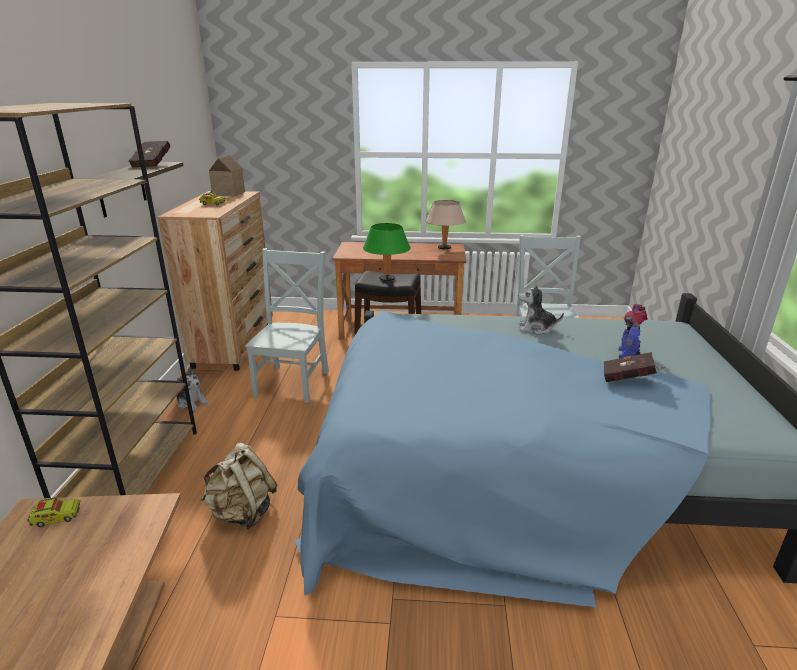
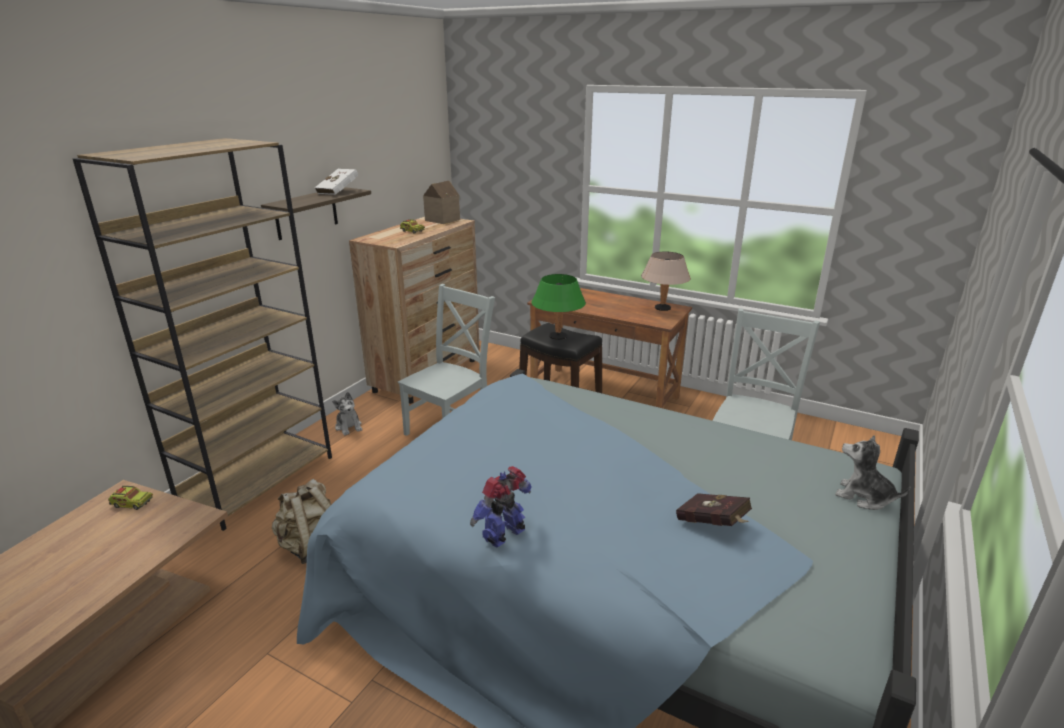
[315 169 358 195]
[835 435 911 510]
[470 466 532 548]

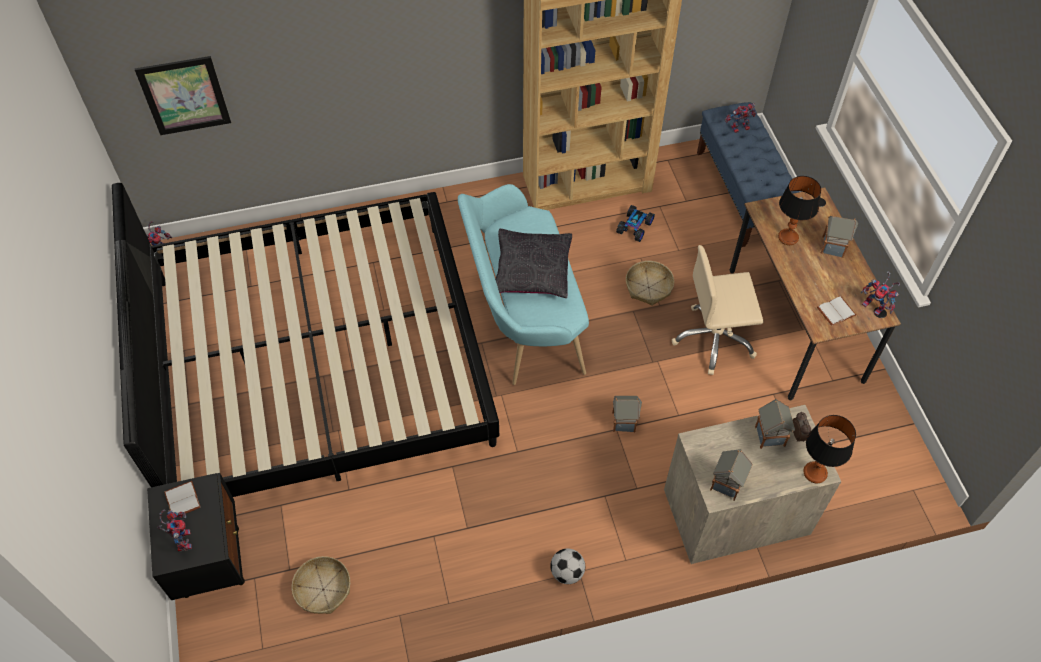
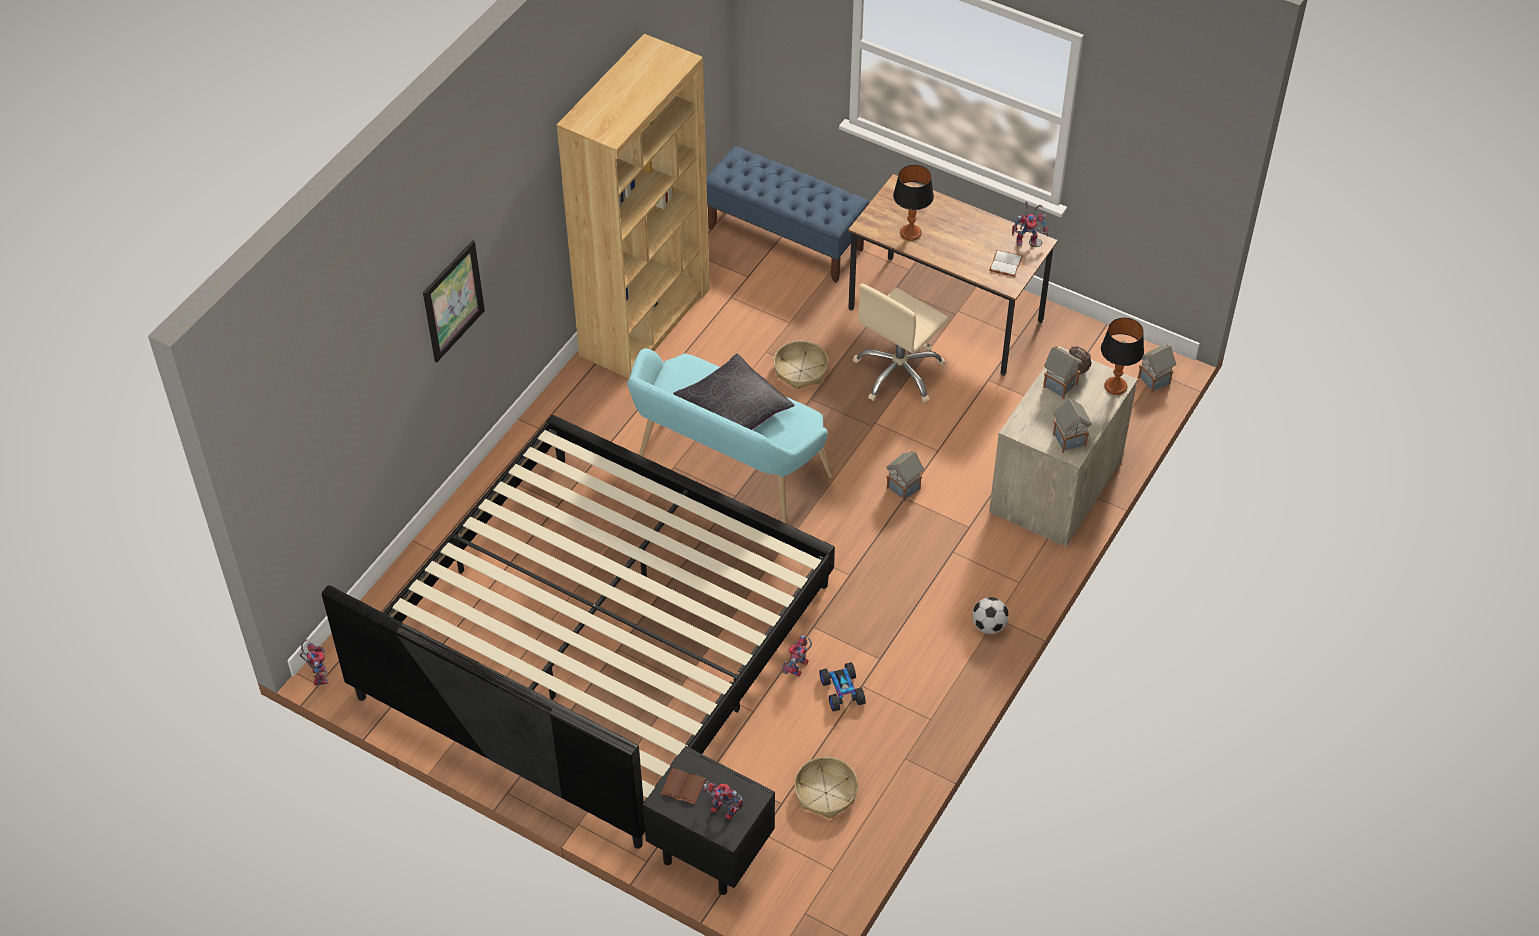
[423 240 485 362]
[782 634 812 676]
[819 662 866 712]
[1138 344 1176 393]
[661 768 706 804]

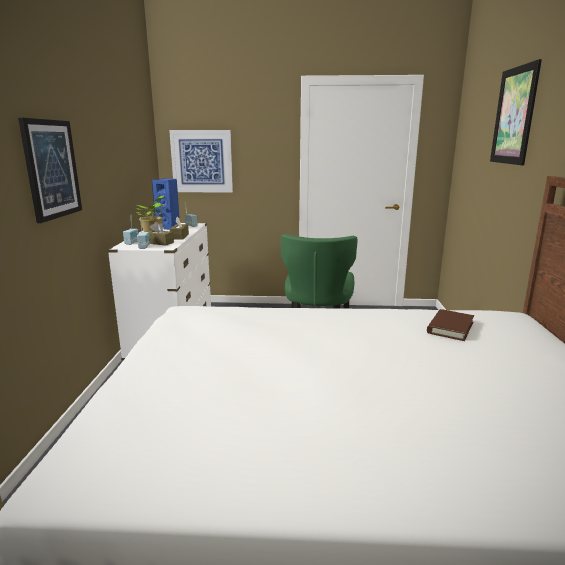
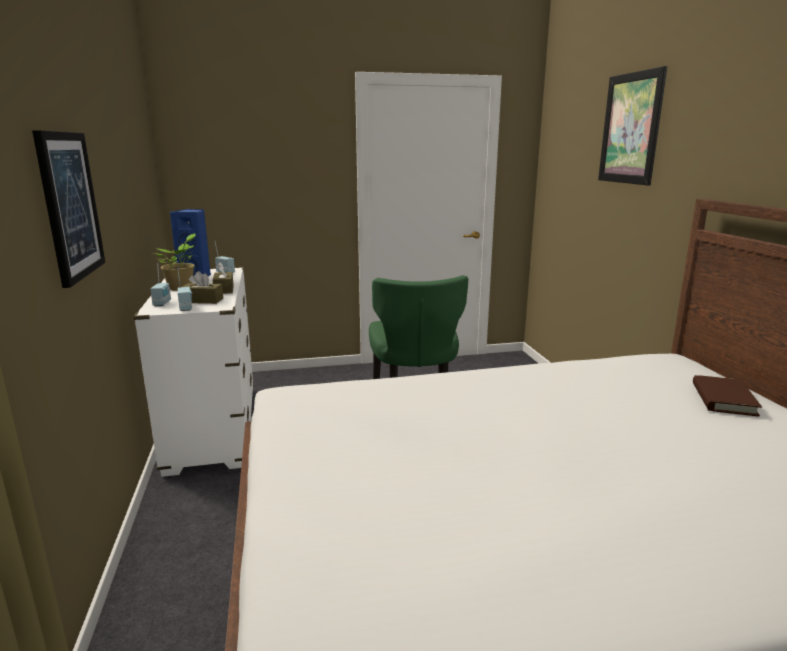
[169 130 233 193] (first image)
[693 375 762 417]

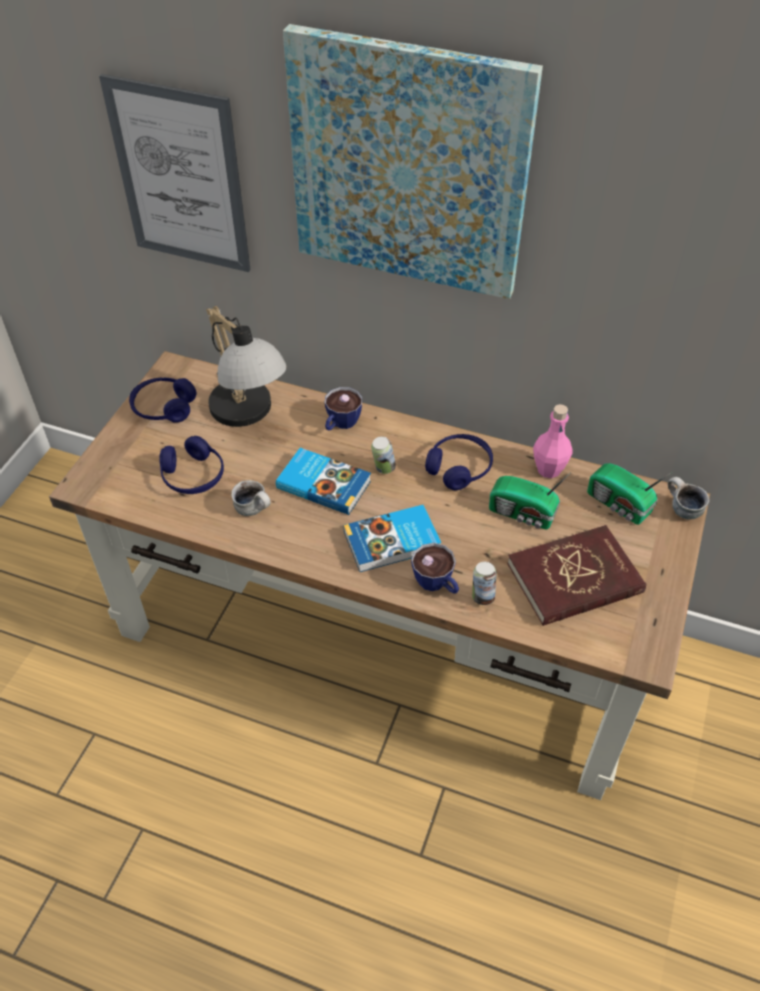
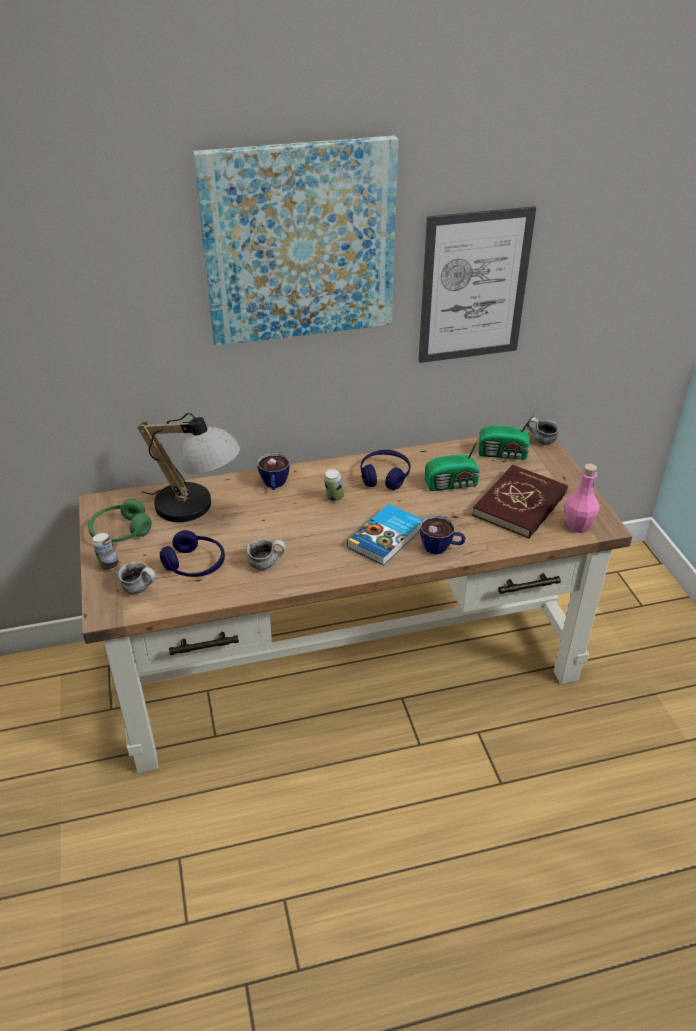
[419 206 536 363]
[88 499 152 542]
[565 464 600 533]
[276 448 371 515] (first image)
[92 533 119 570]
[118 562 156 594]

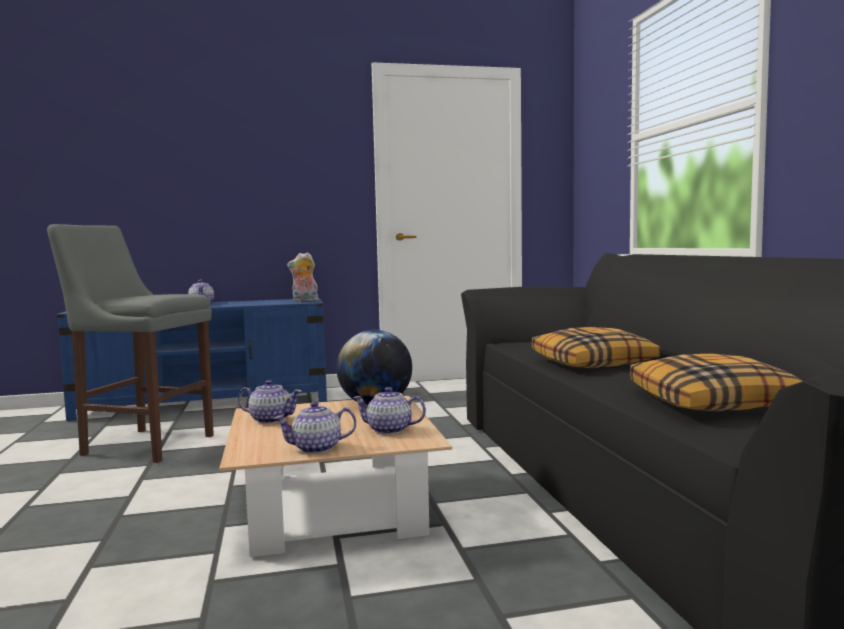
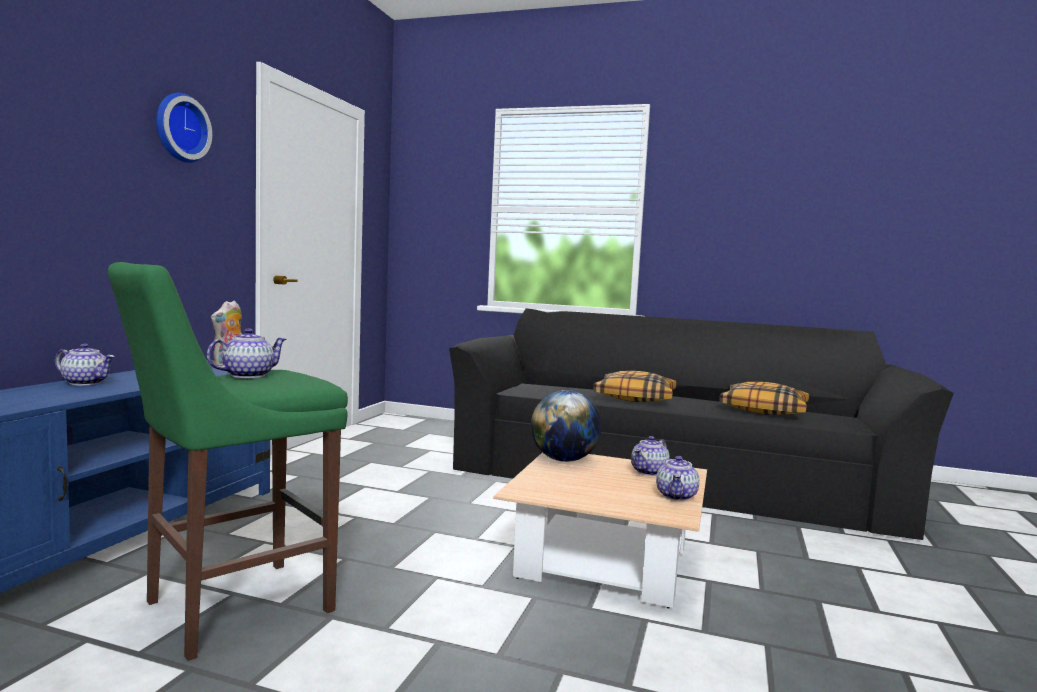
[108 262 348 661]
[207 329 286 378]
[156 93 212 163]

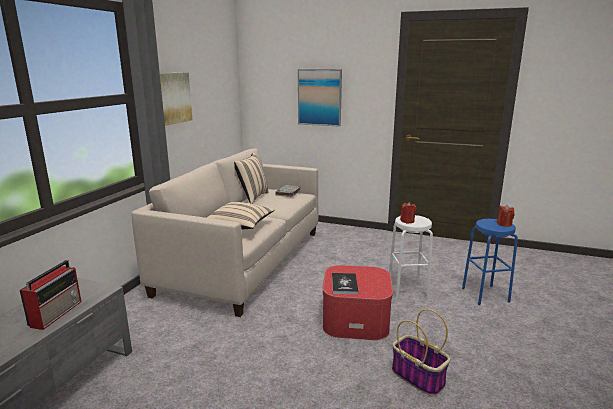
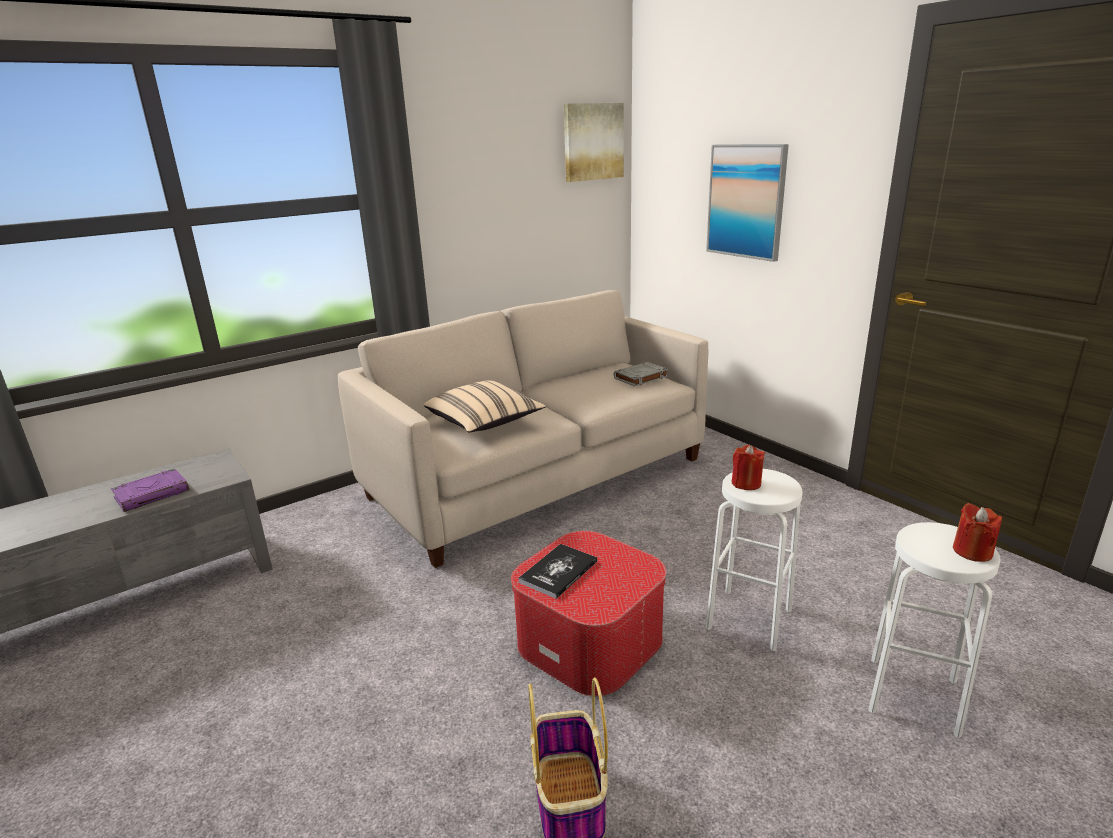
[564 103 624 182]
[234 153 269 204] (first image)
[868 522 1001 738]
[111 468 189 512]

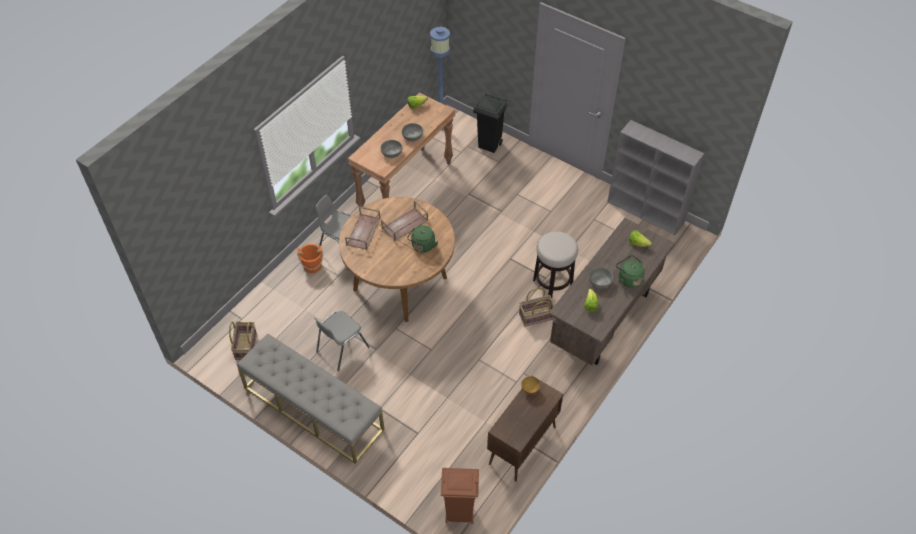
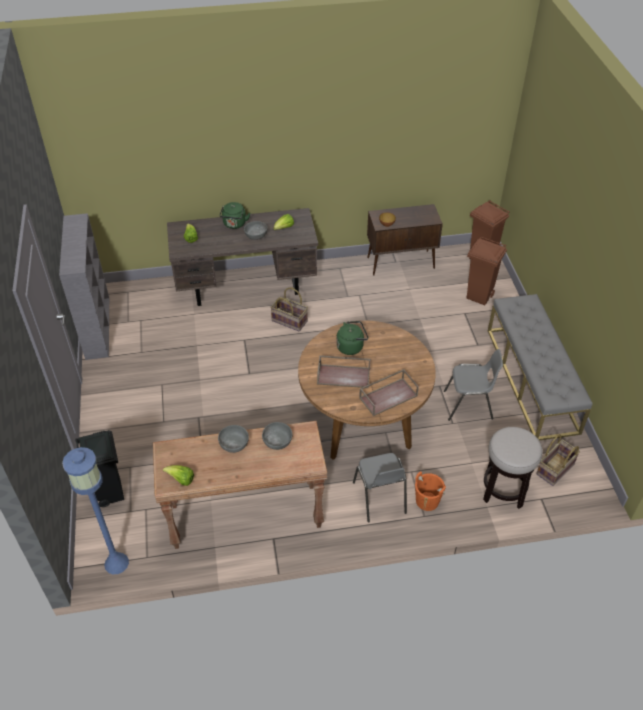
[483 427 543 509]
[466 236 507 305]

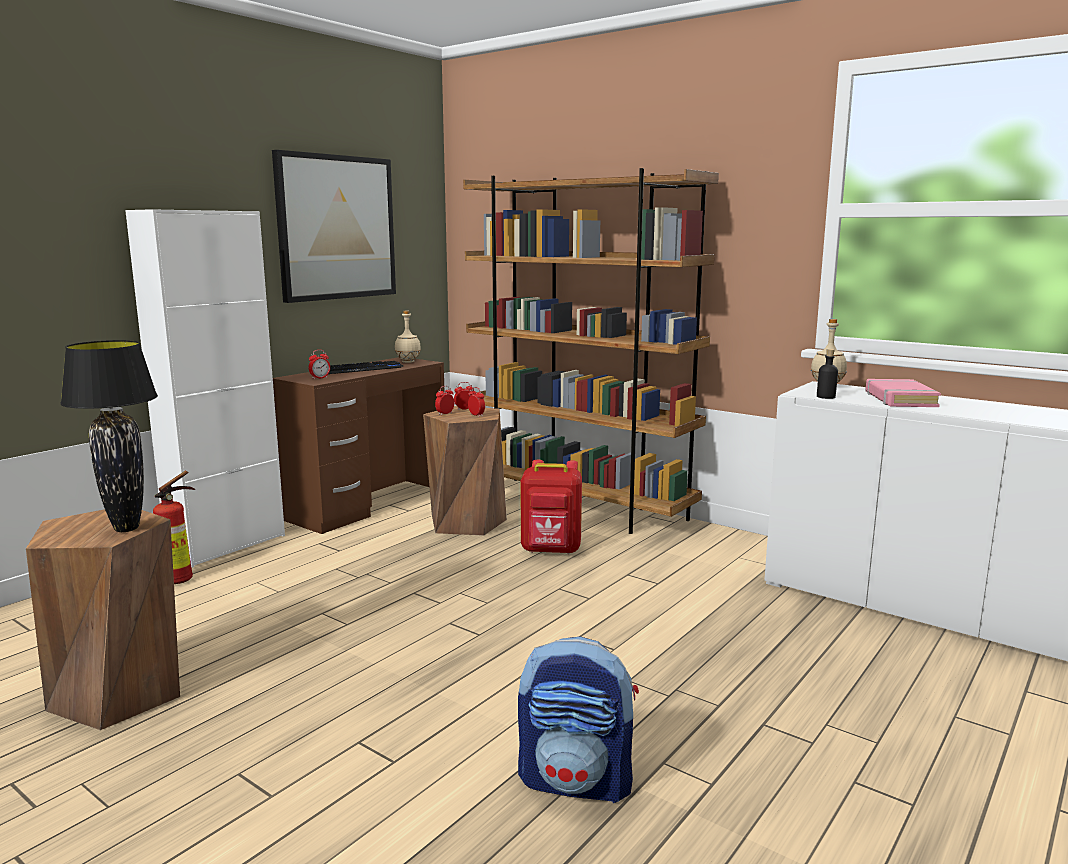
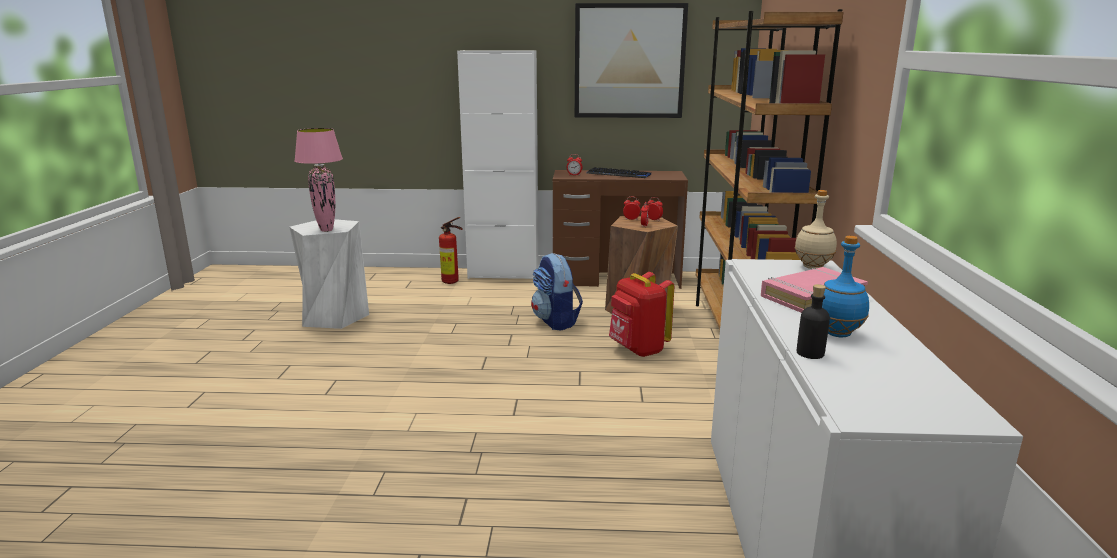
[395 311 421 363] (first image)
[294 128 343 232]
[797 284 830 359]
[289 219 369 329]
[531 253 583 330]
[822 236 869 337]

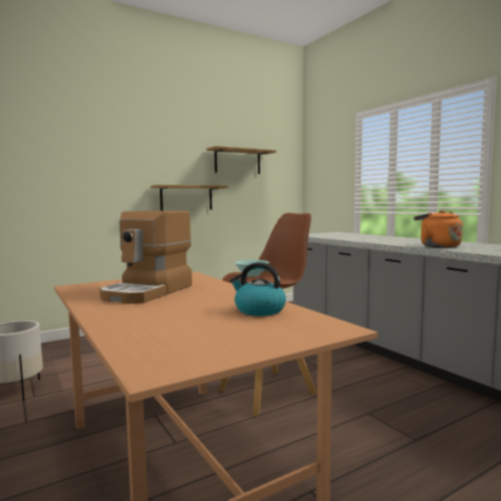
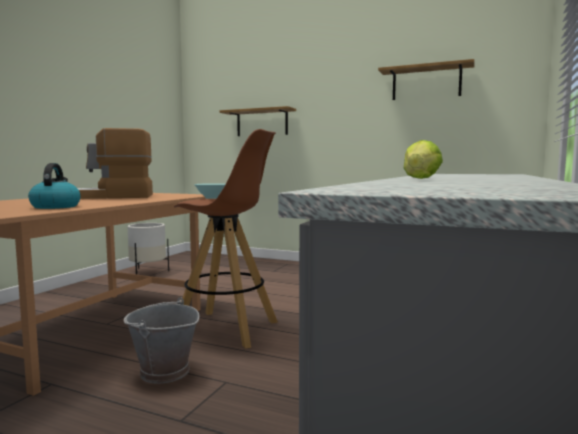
[219 106 296 136]
[404 140 443 179]
[123 297 199 384]

